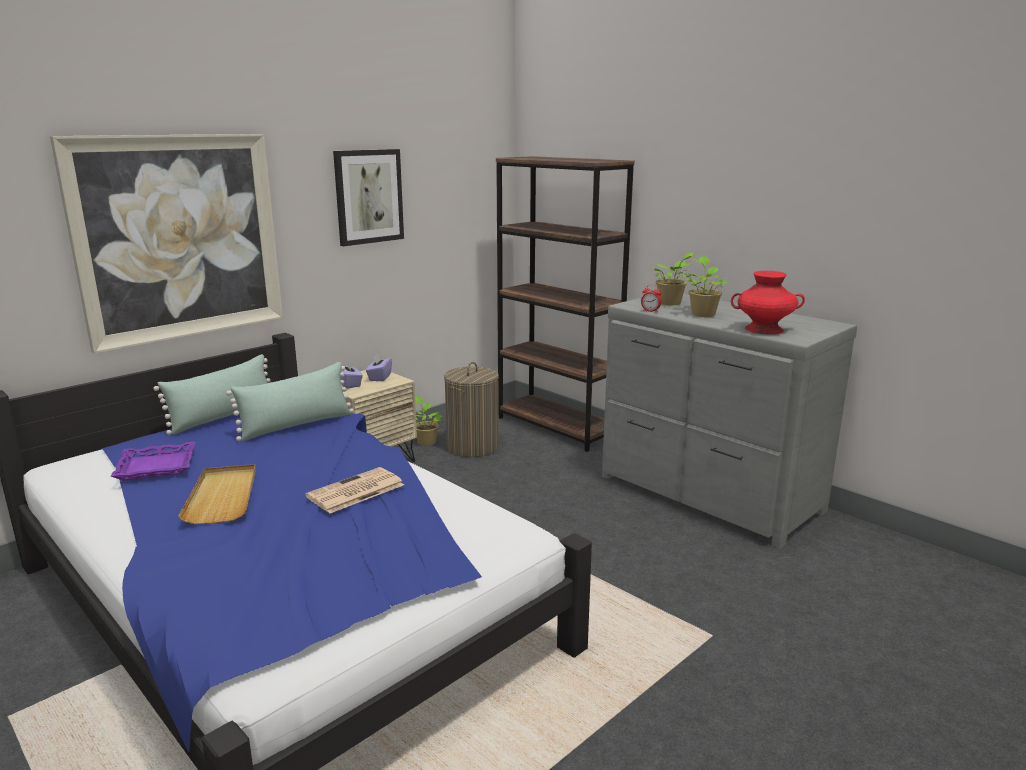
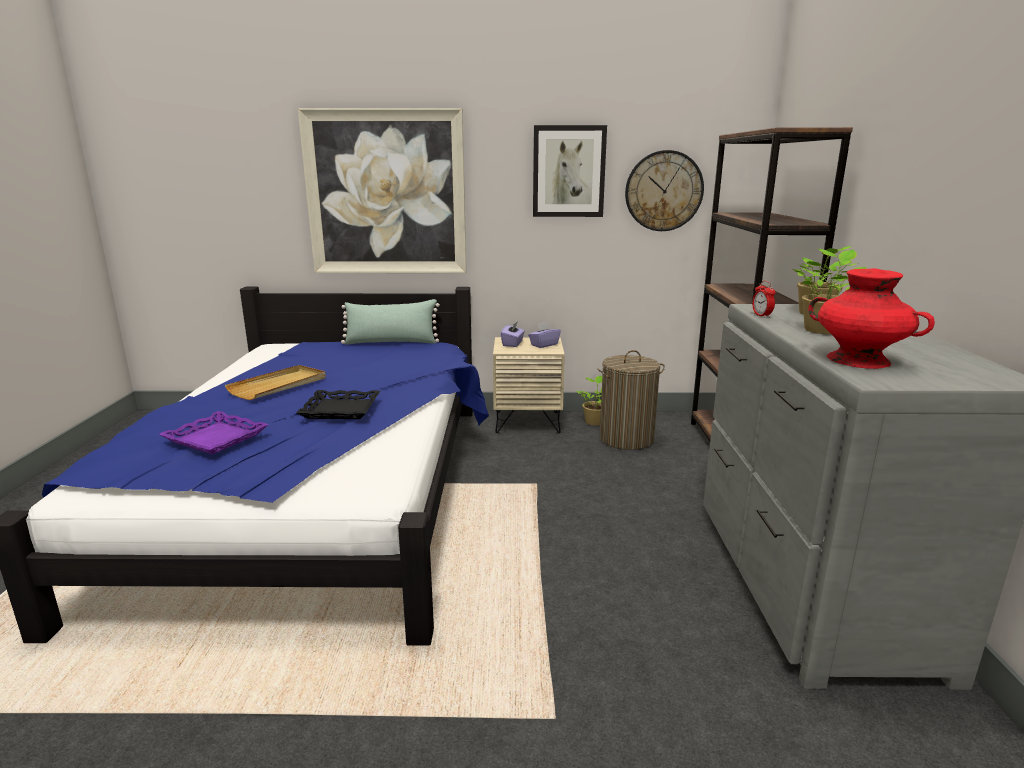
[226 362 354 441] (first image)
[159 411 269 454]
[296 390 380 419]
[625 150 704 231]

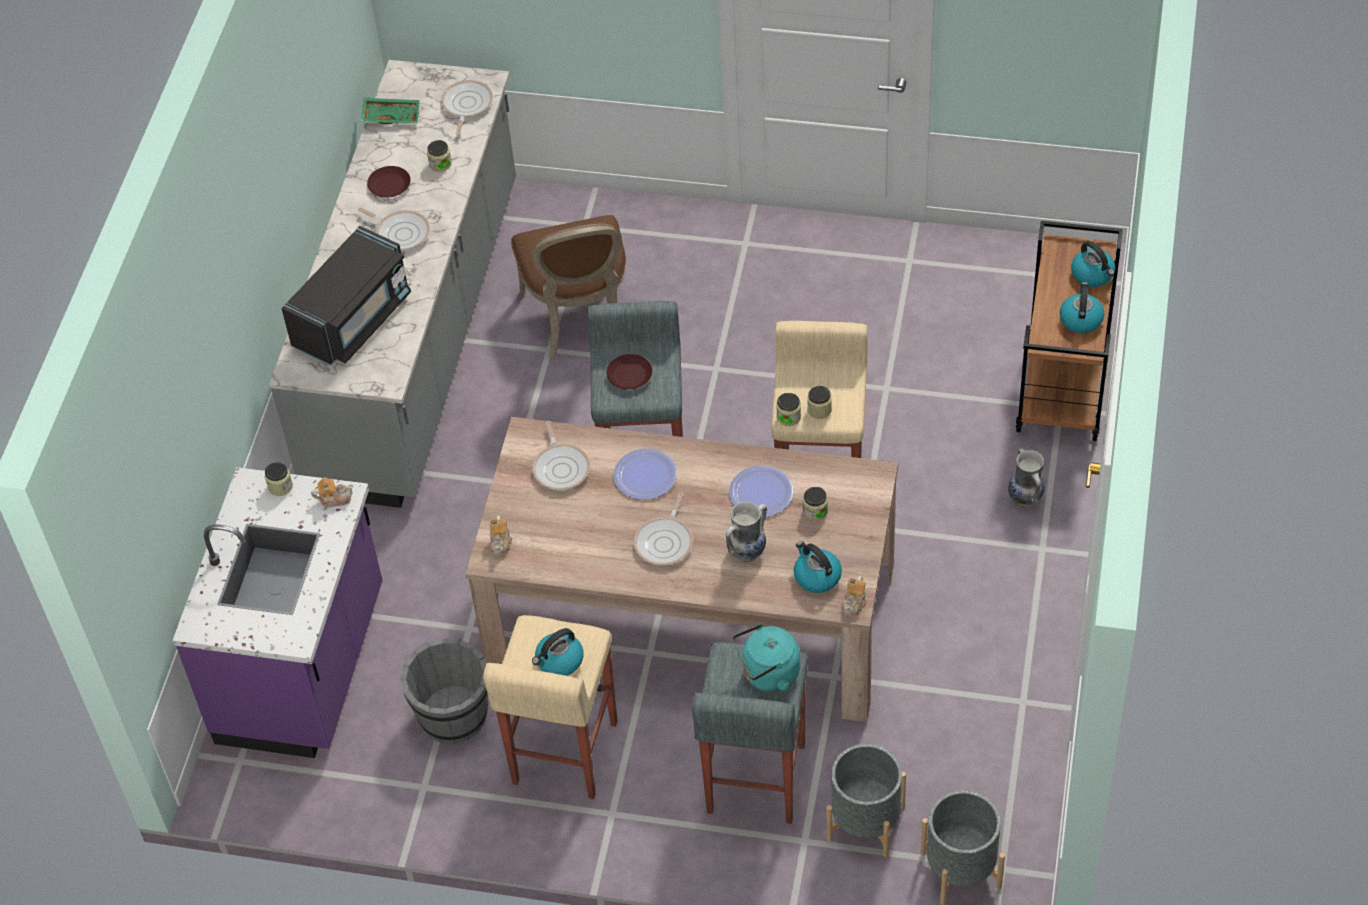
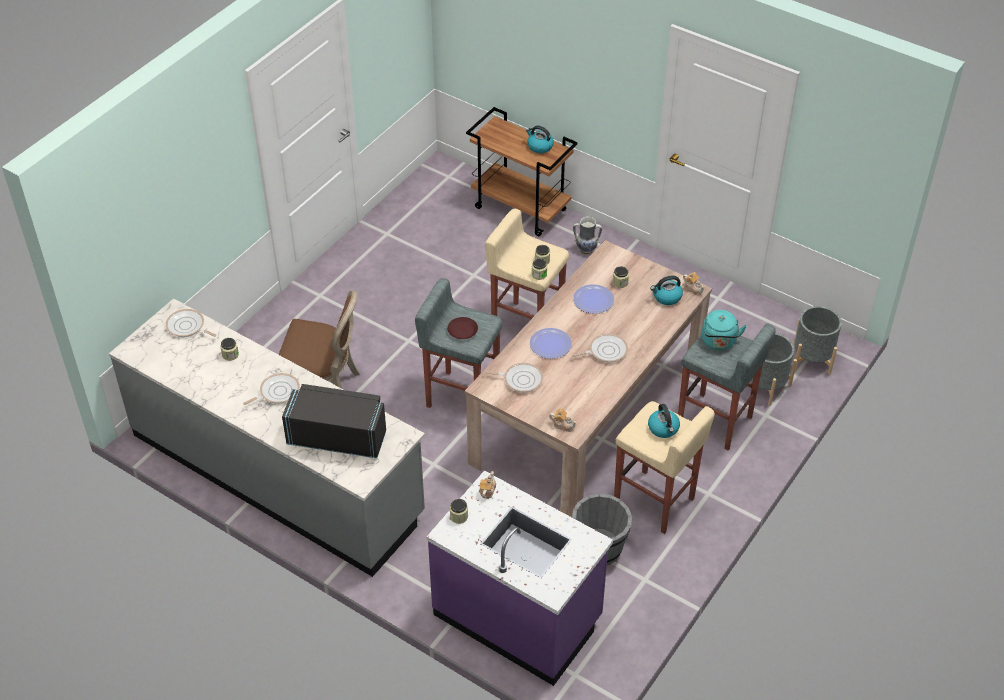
[361 97 419 124] (first image)
[367 166 411 198] (first image)
[282 384 386 459]
[1071 241 1115 287] (first image)
[572 334 628 362]
[726 501 767 562] (first image)

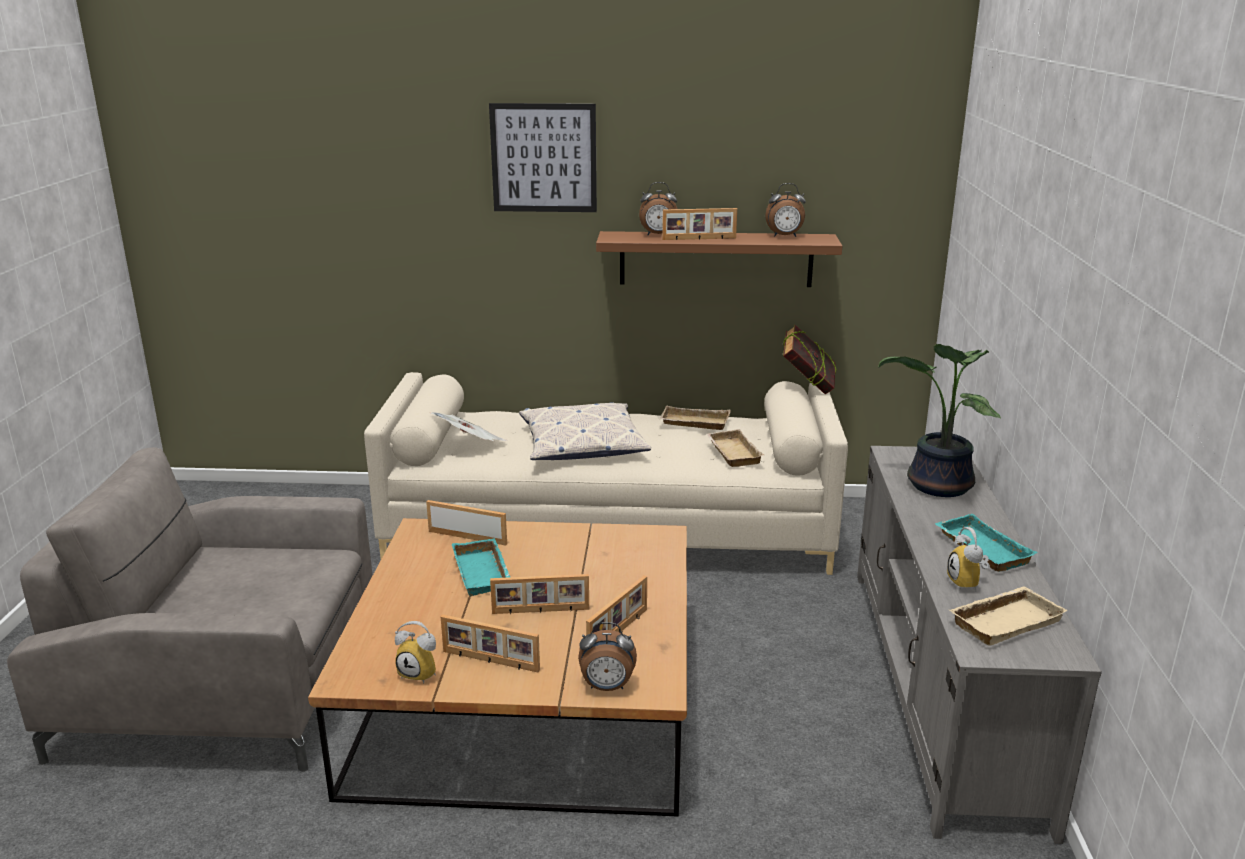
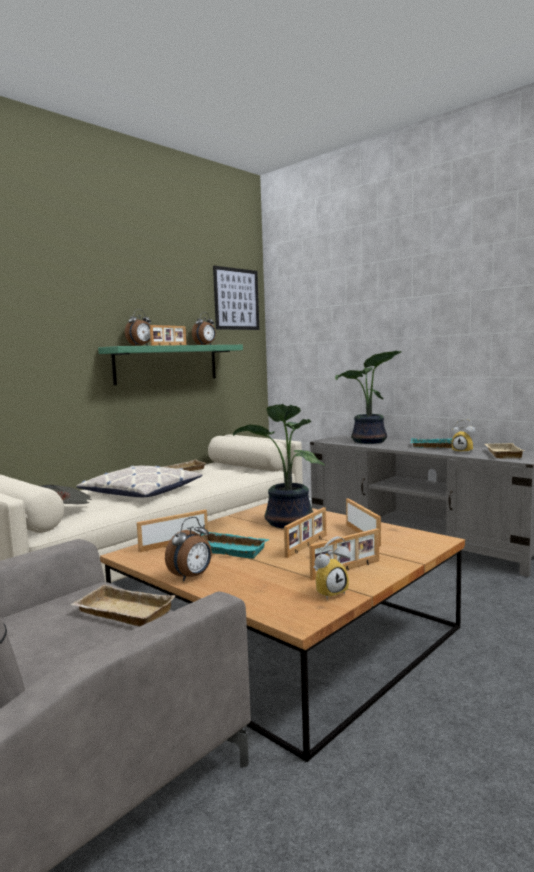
[213 266 259 330]
[98 345 243 385]
[783 325 837 394] (first image)
[70 584 175 626]
[165 517 212 581]
[233 404 325 528]

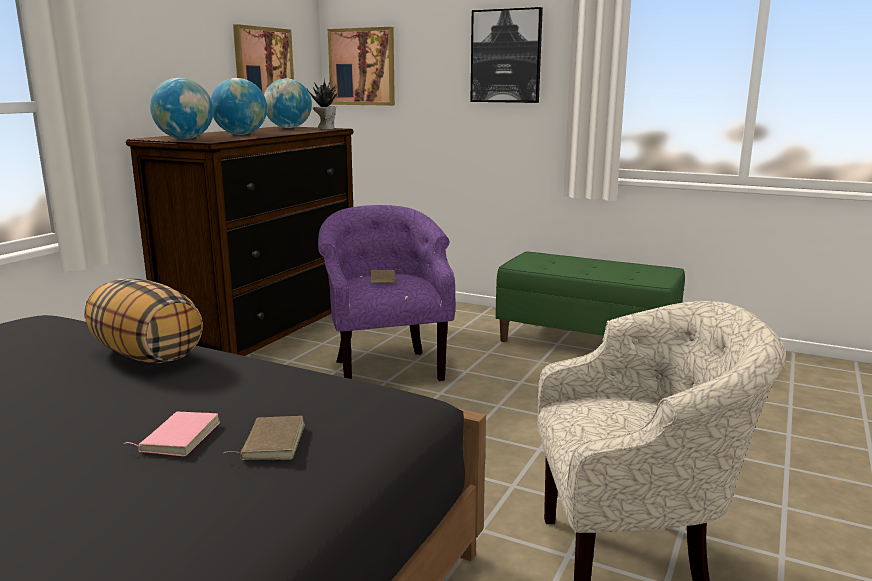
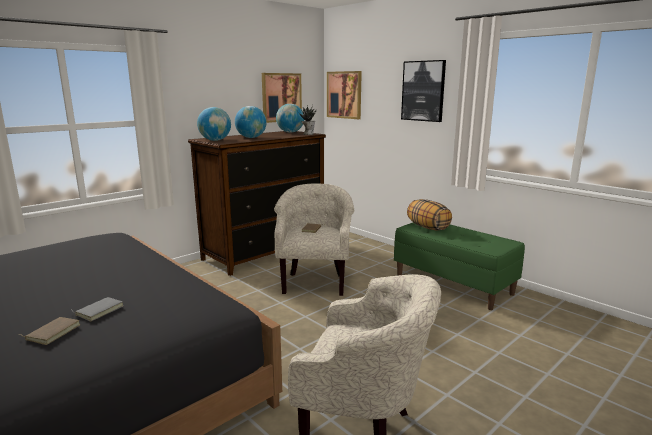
[274 184 354 296]
[407 199 452 230]
[72 297 123 321]
[19 317 80 345]

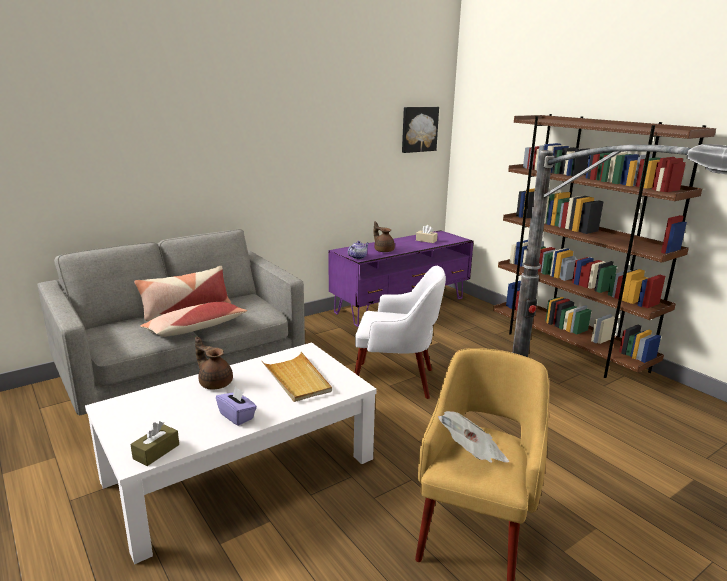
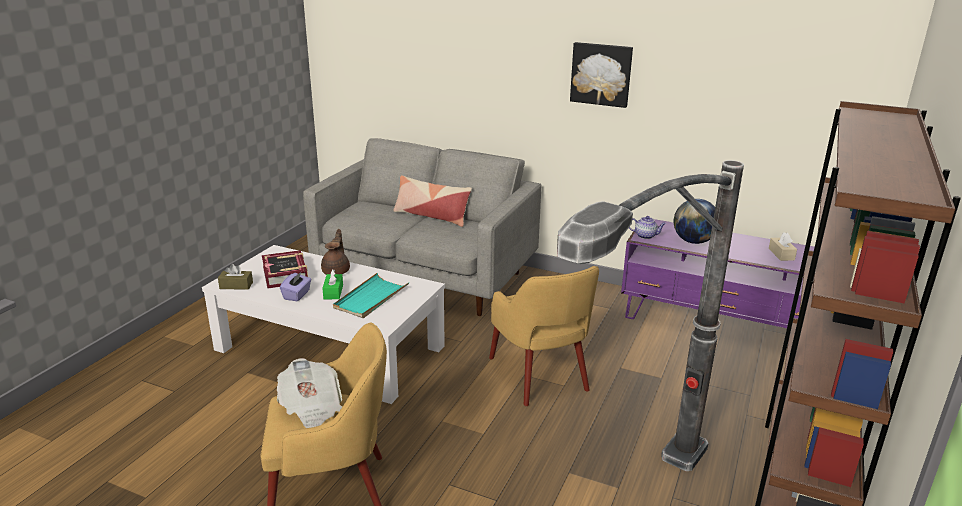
[570 42 633 108]
[674 199 715 244]
[489 266 599 406]
[140 302 247 337] (first image)
[333 273 409 318]
[262 250 308 289]
[322 269 343 299]

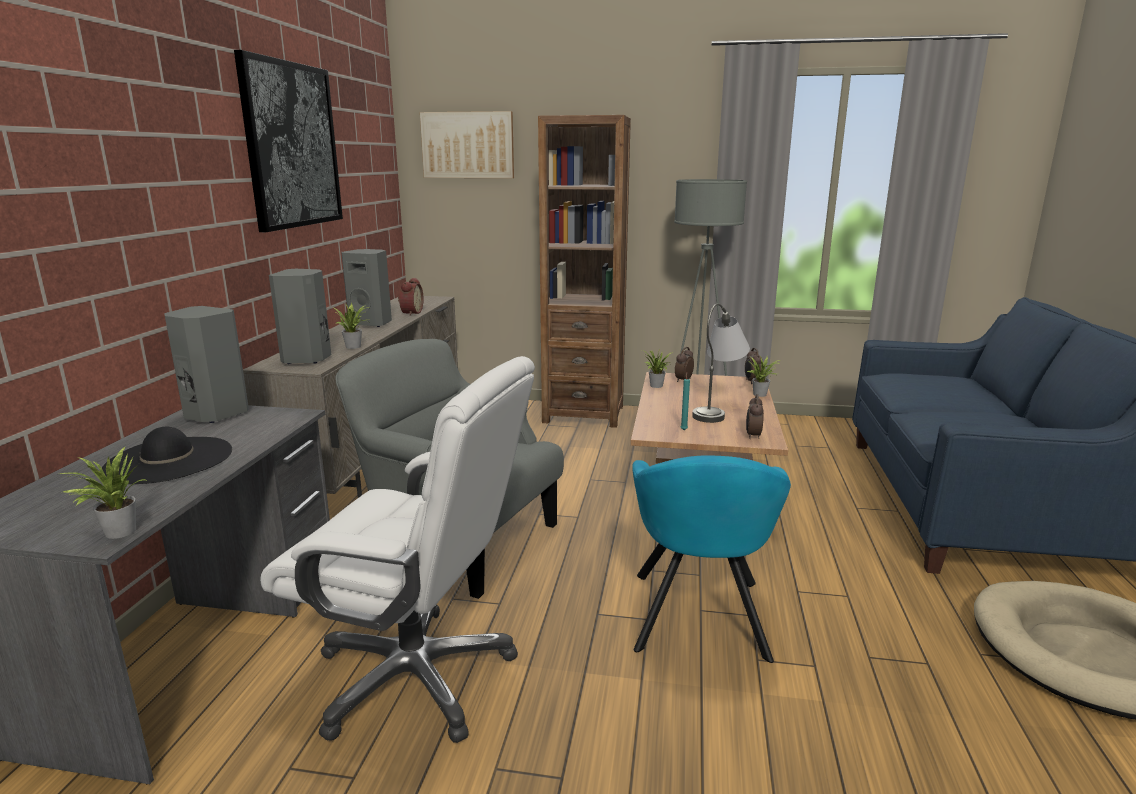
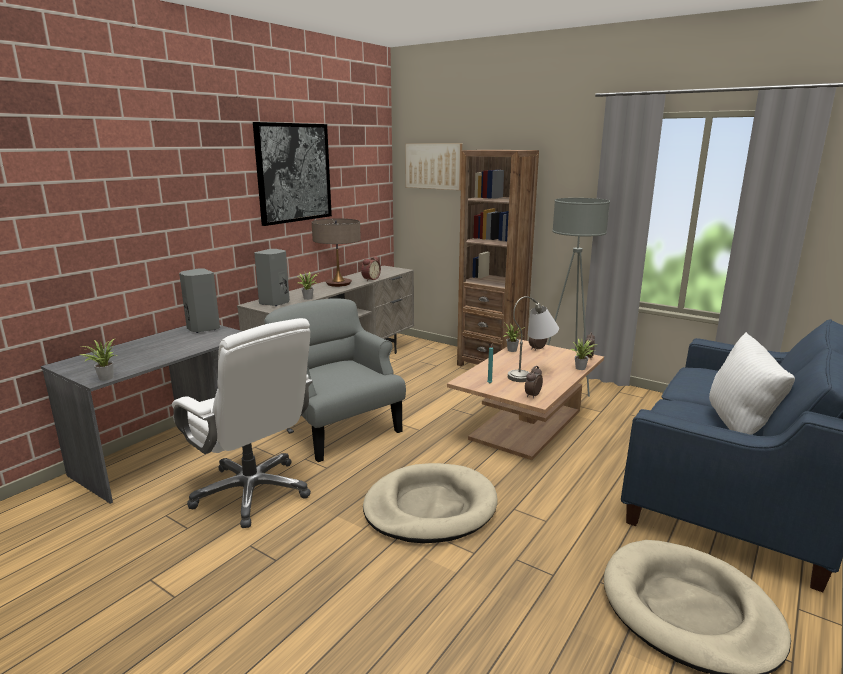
[312 218 361 287]
[102 427 232 484] (first image)
[363 463 497 543]
[709 332 795 435]

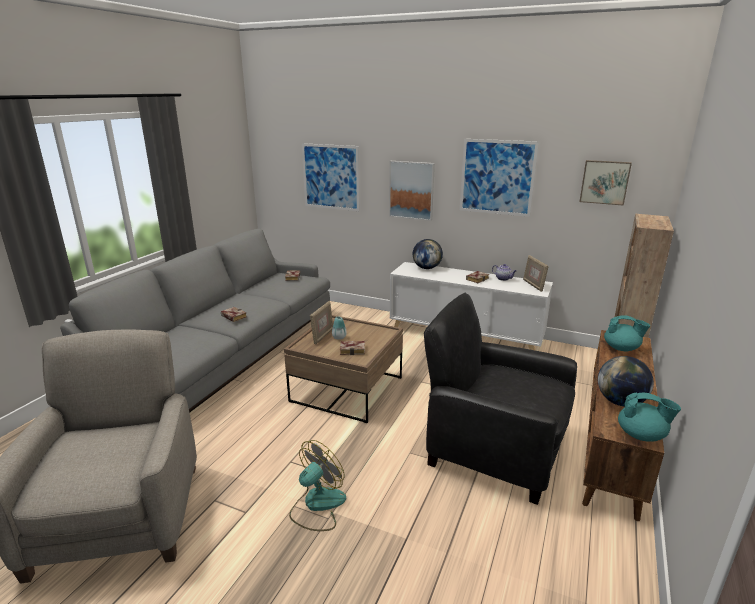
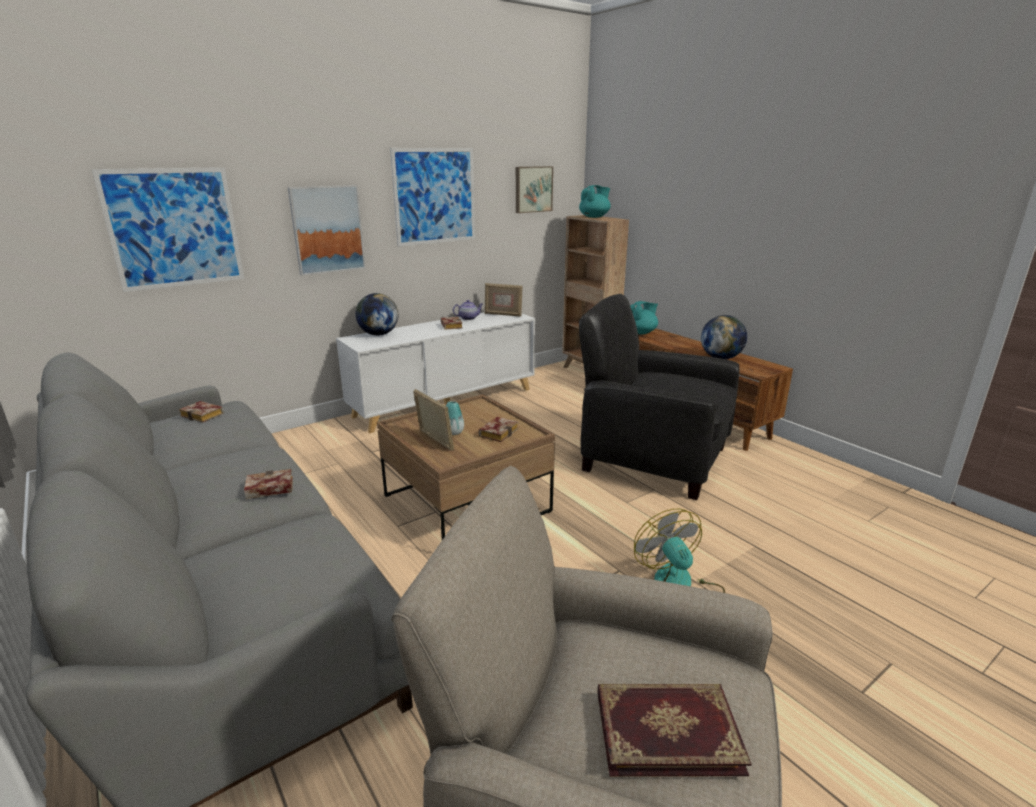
[579 294 740 500]
[579 185 611 218]
[598 684 752 776]

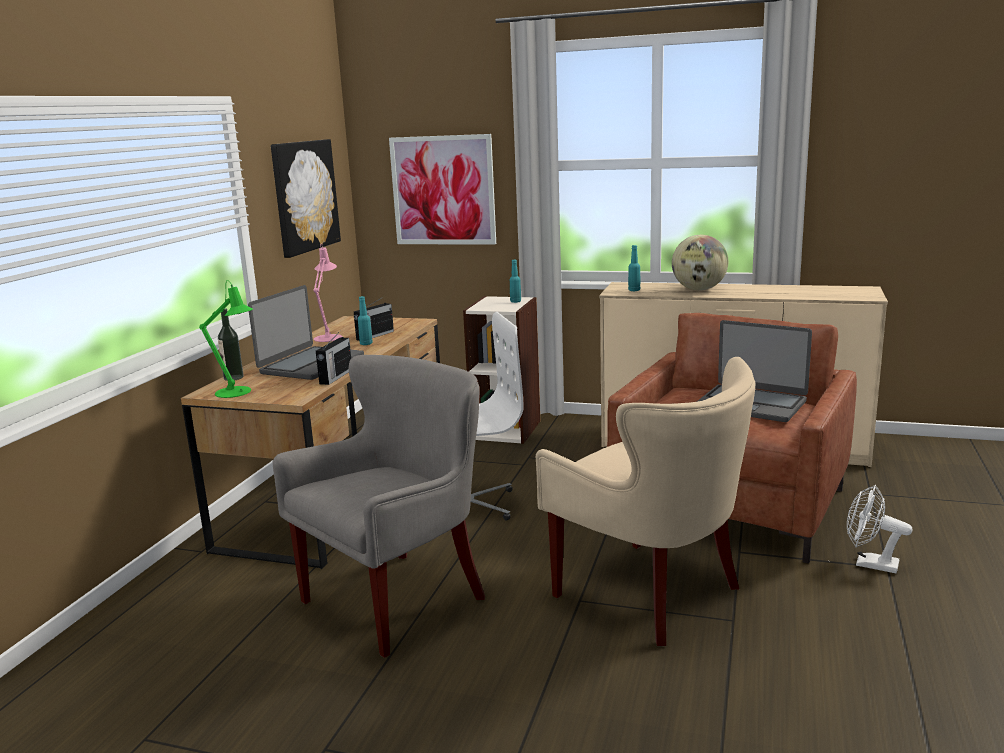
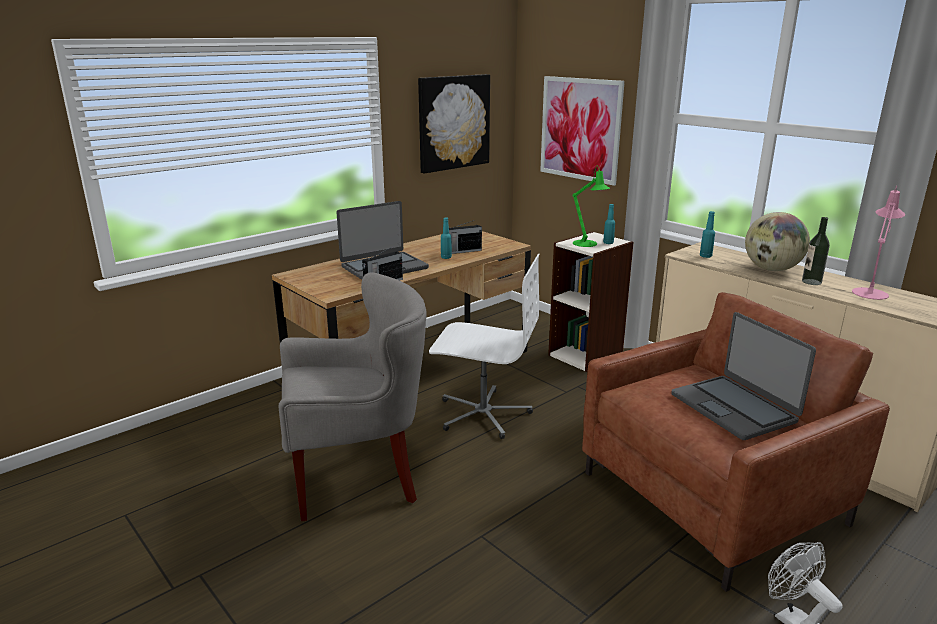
[852 186 905 300]
[573 167 610 247]
[802 217 830 285]
[536 357 755 646] (first image)

